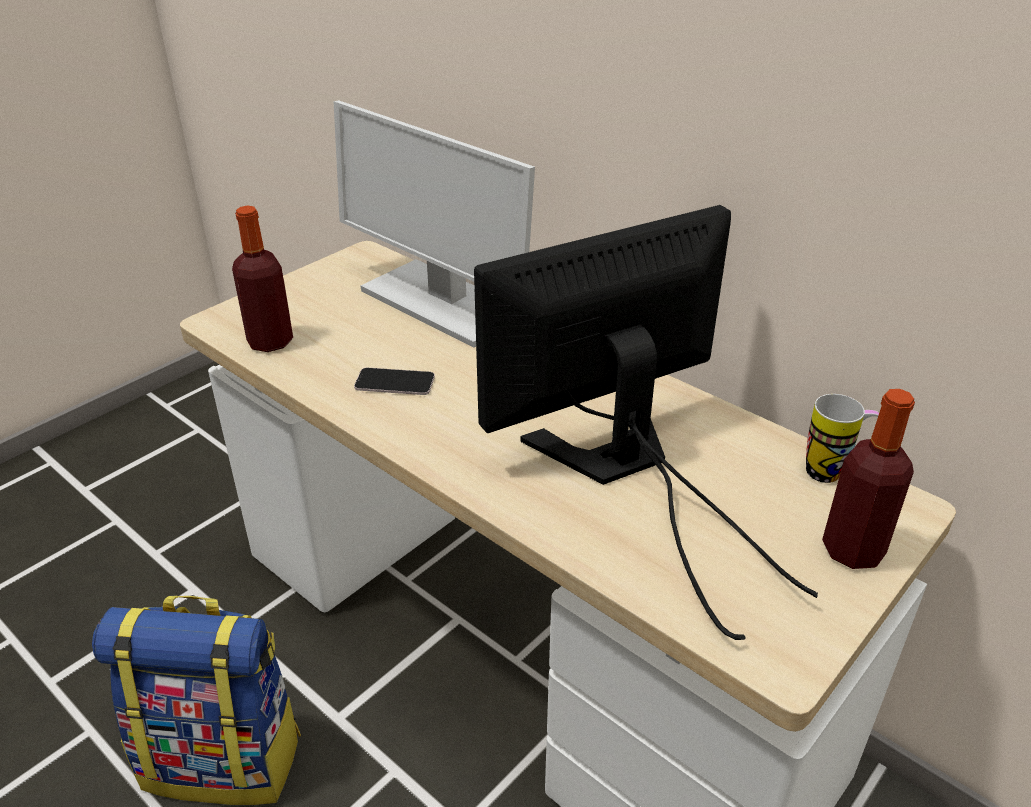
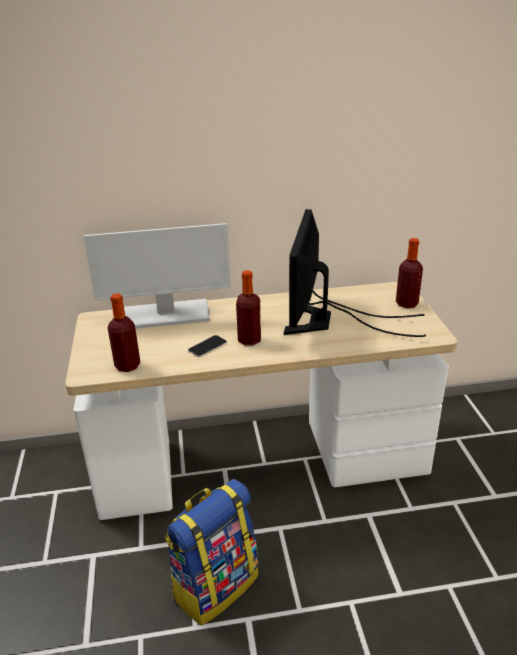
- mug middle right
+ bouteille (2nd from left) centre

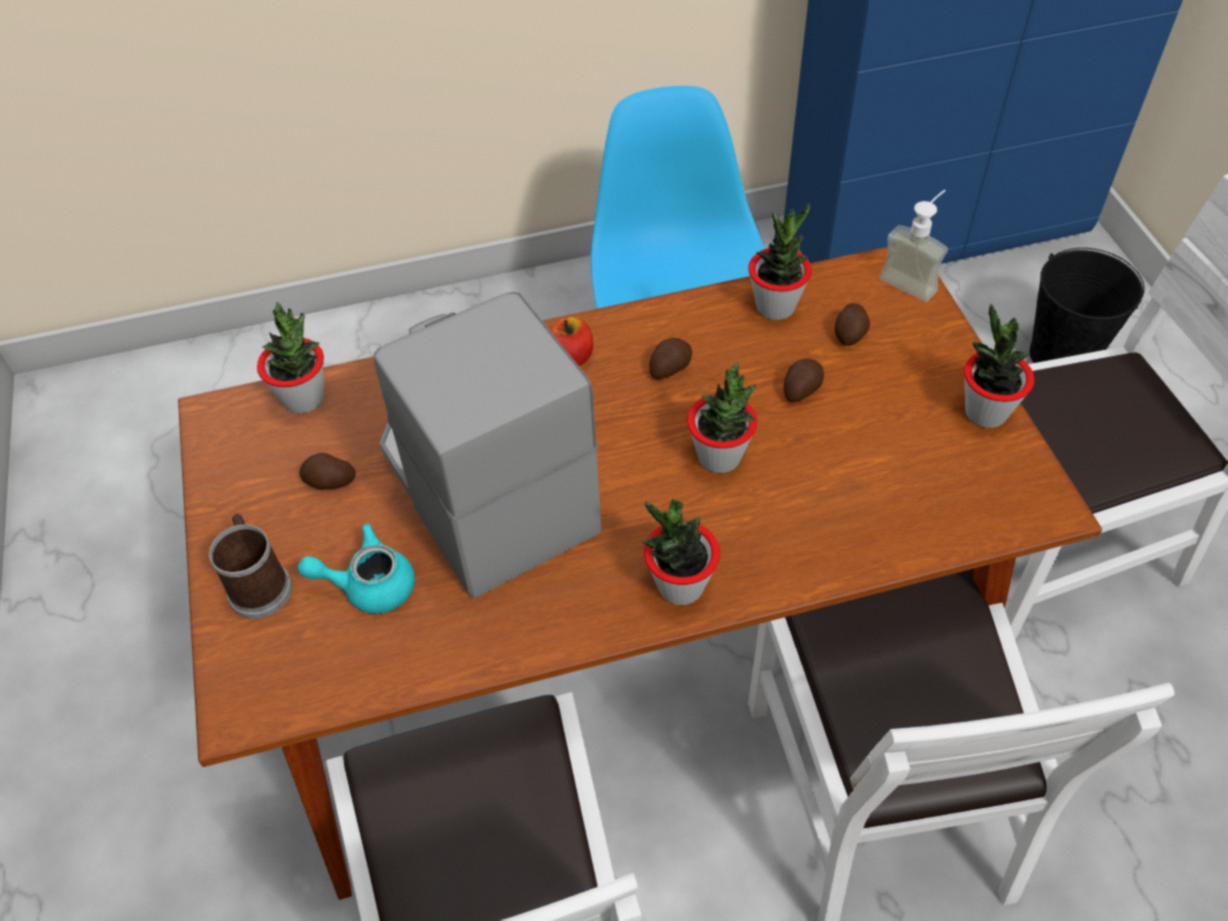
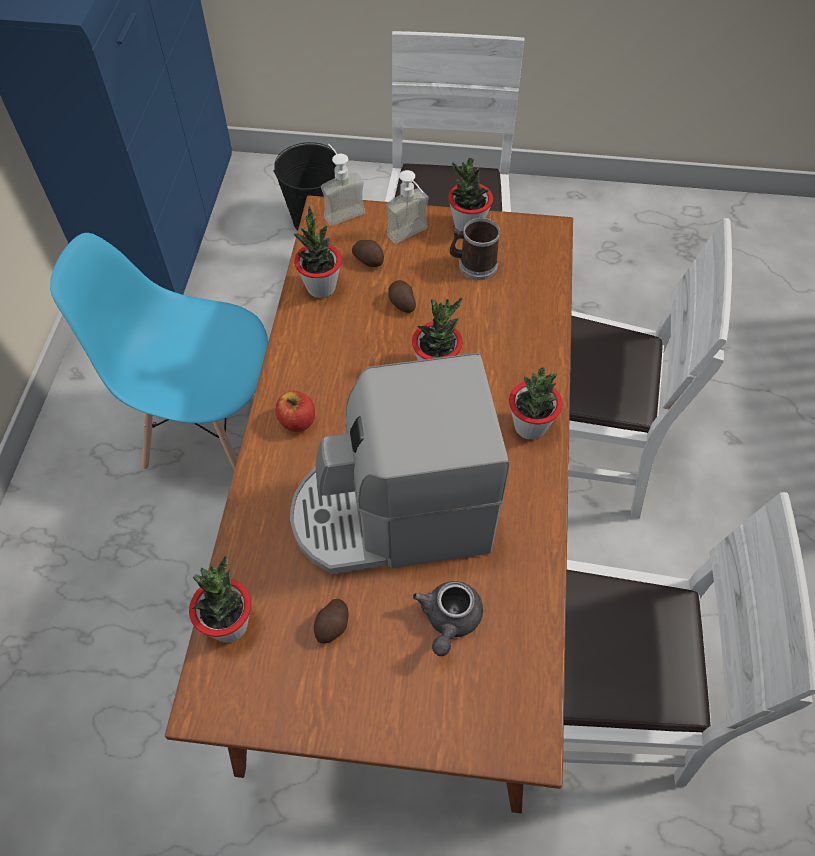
- pomme de terre (2nd from left) centre
+ distributeur de savon (2nd from left) top centre
~ mug middle left to top centre
~ théière [turquoise] middle left to théière [gris] bottom centre

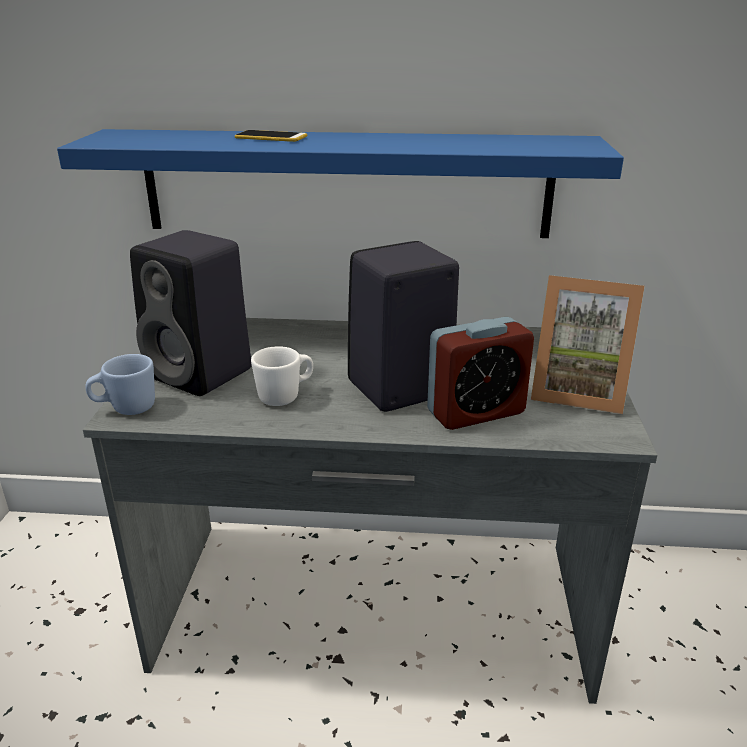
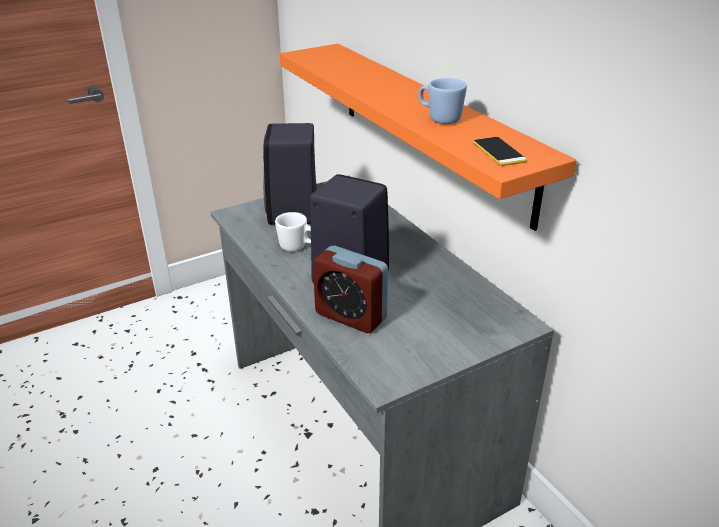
- cadre photo middle right
~ mug [bleu] middle left to top centre
~ téléphone top centre to top right
~ étagère [bleu] top centre to étagère [orange] top centre

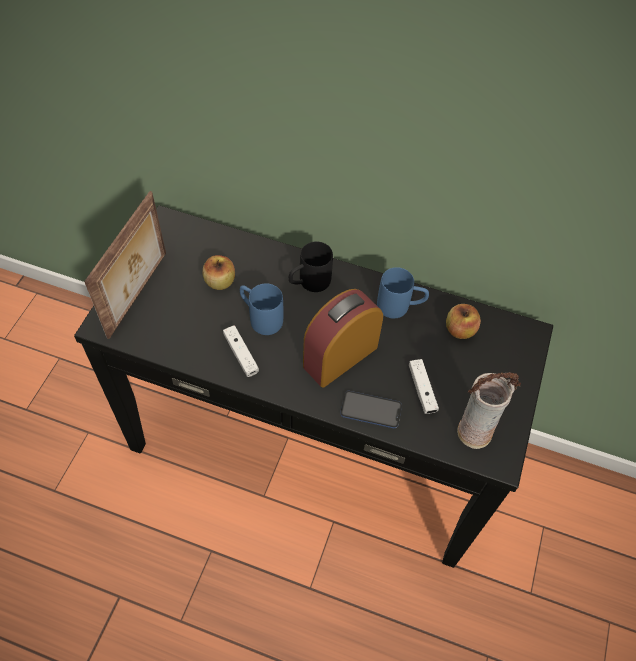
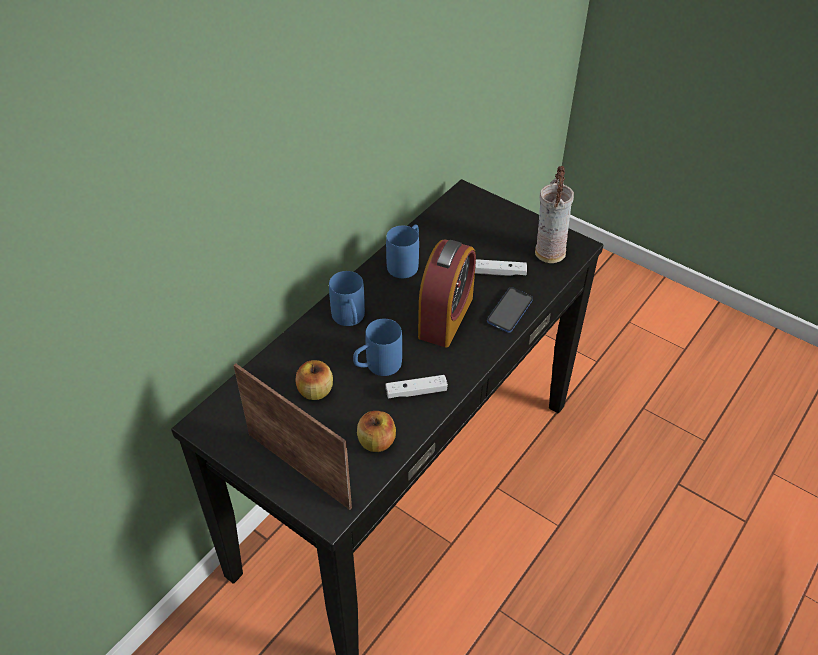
~ pomme (2nd from left) middle right to centre
~ mug [noir] centre to mug [bleu] (1st from left) centre
~ réveil centre = centre 135 degrees counterclockwise

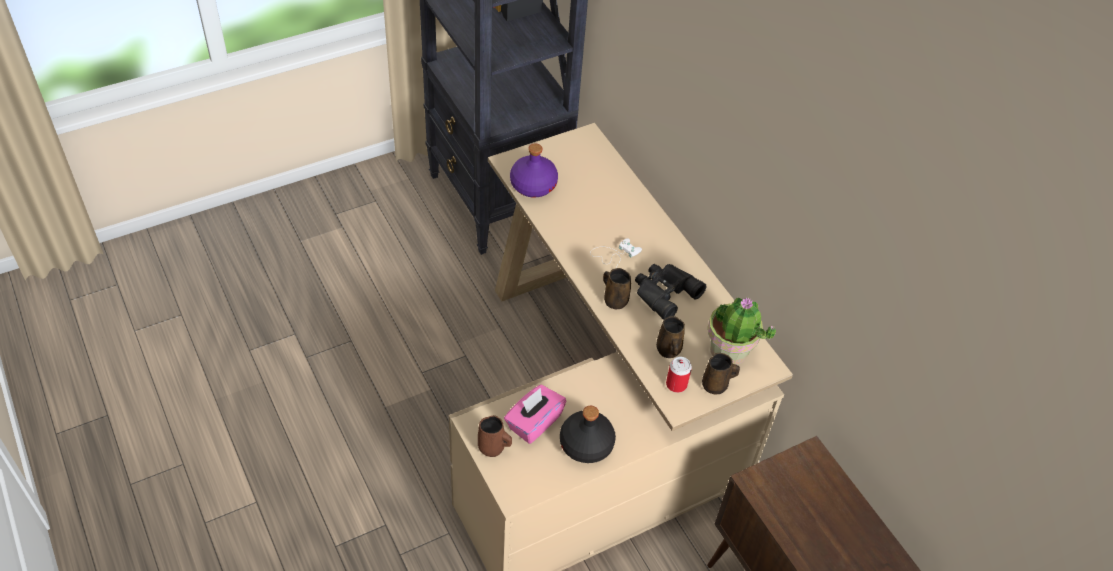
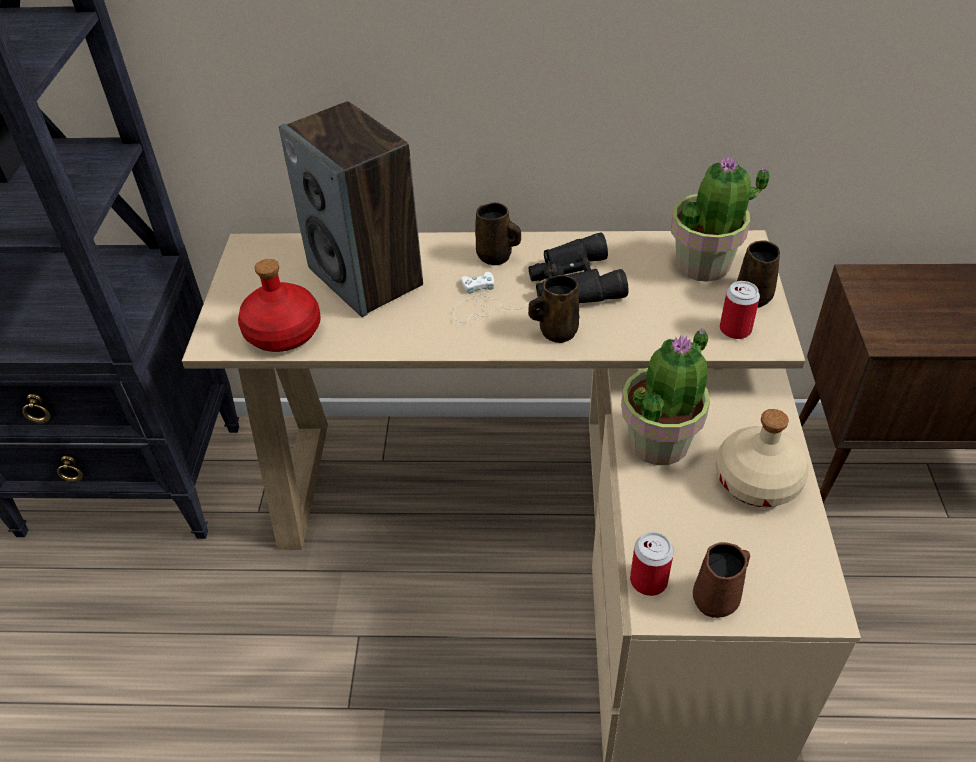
- boîte à mouchoirs [rose] bottom centre
+ enceinte top centre
+ plante en pot (1st from left) middle right
+ boîte métallique (1st from left) bottom right
~ mug [marron] (3rd from left in the first image) centre to mug [marron] (1st from left) top centre
~ bouteille [violet] top centre to bouteille [rouge] middle left
~ bouteille [noir] bottom centre to bouteille [beige] middle right

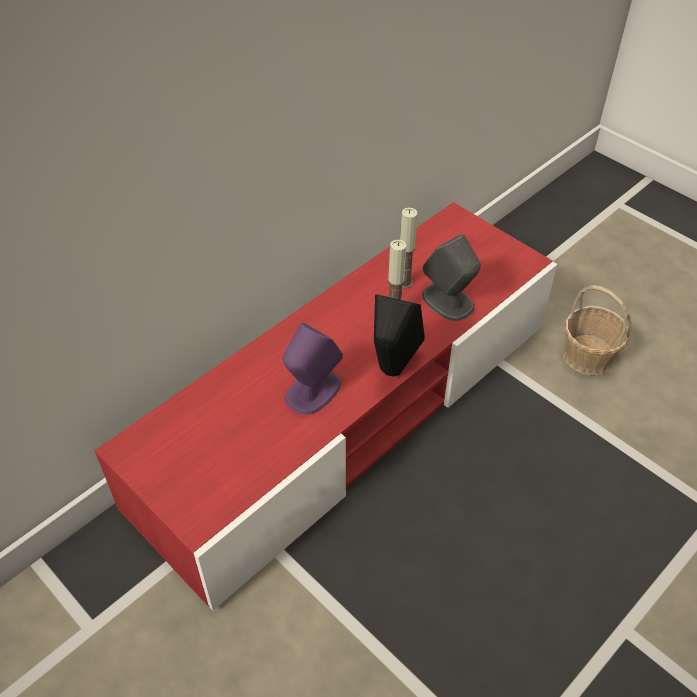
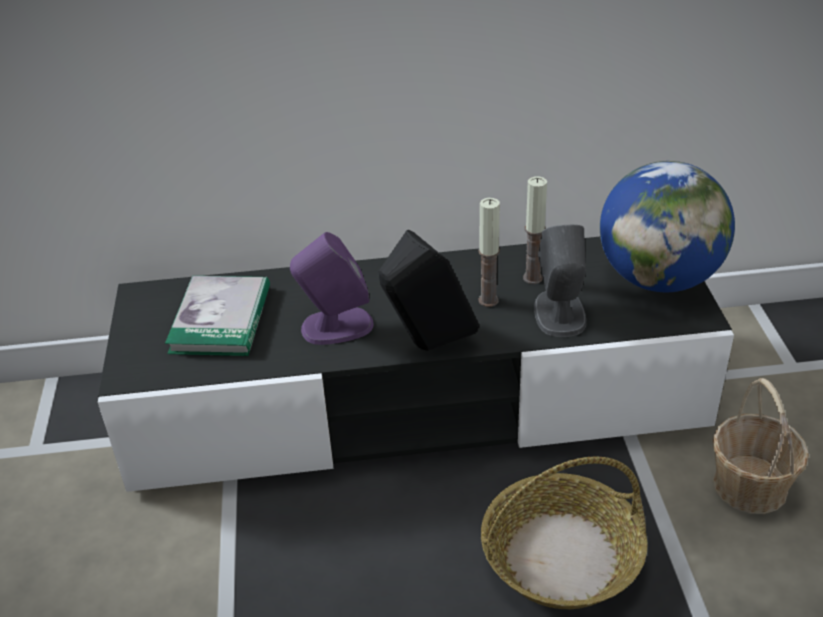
+ livre middle left
+ panier (1st from left) bottom right
+ globe middle right
~ meuble télé [rouge] centre to meuble télé [noir] centre

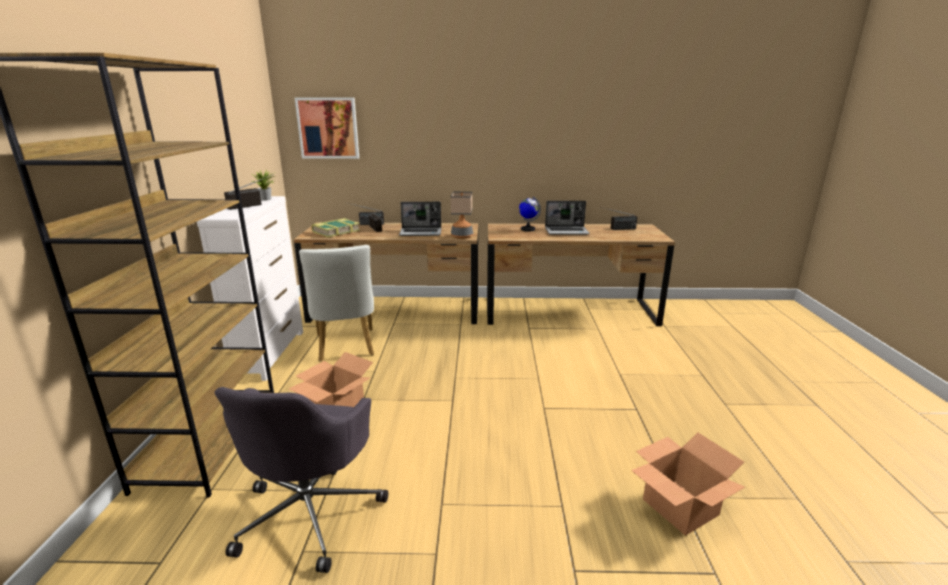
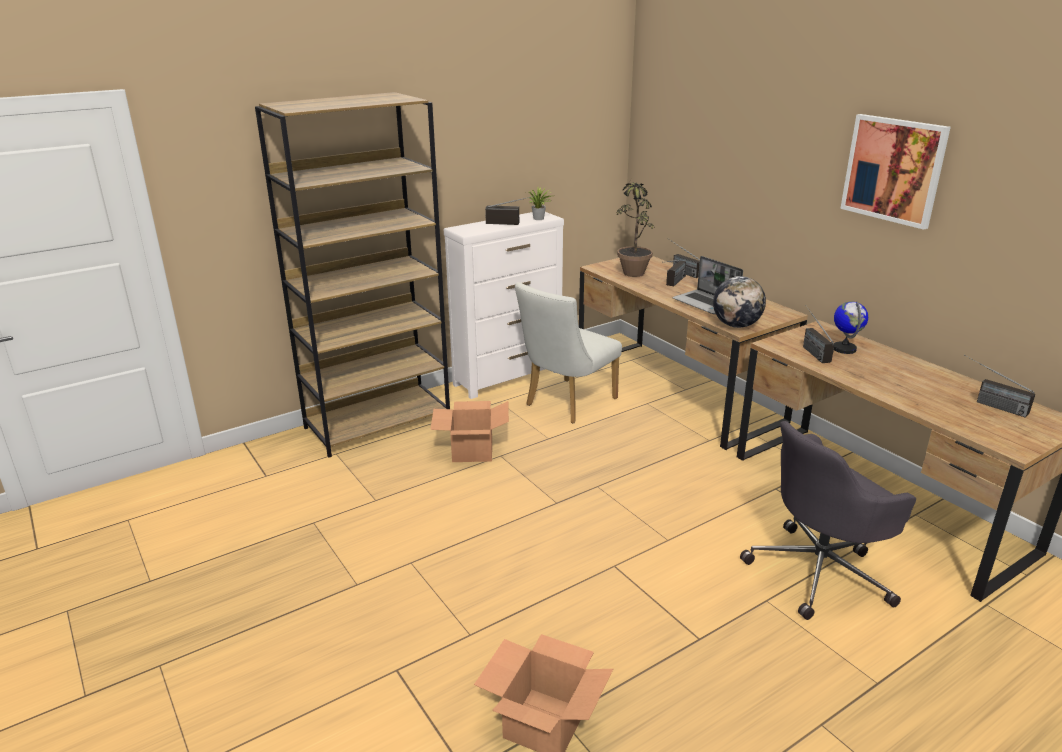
- ordinateur portable (2nd from left) centre
+ radio (4th from left) middle right
~ chaise de bureau [gris] bottom left to bottom right
~ tableau top centre to top right
~ livre centre to plante en pot (2nd from left) top centre
~ lampe de table centre to globe (1st from left) middle right

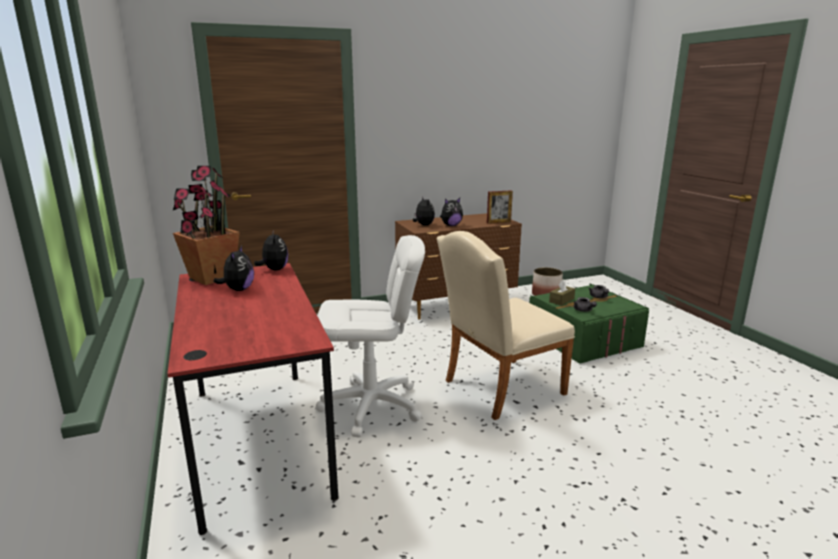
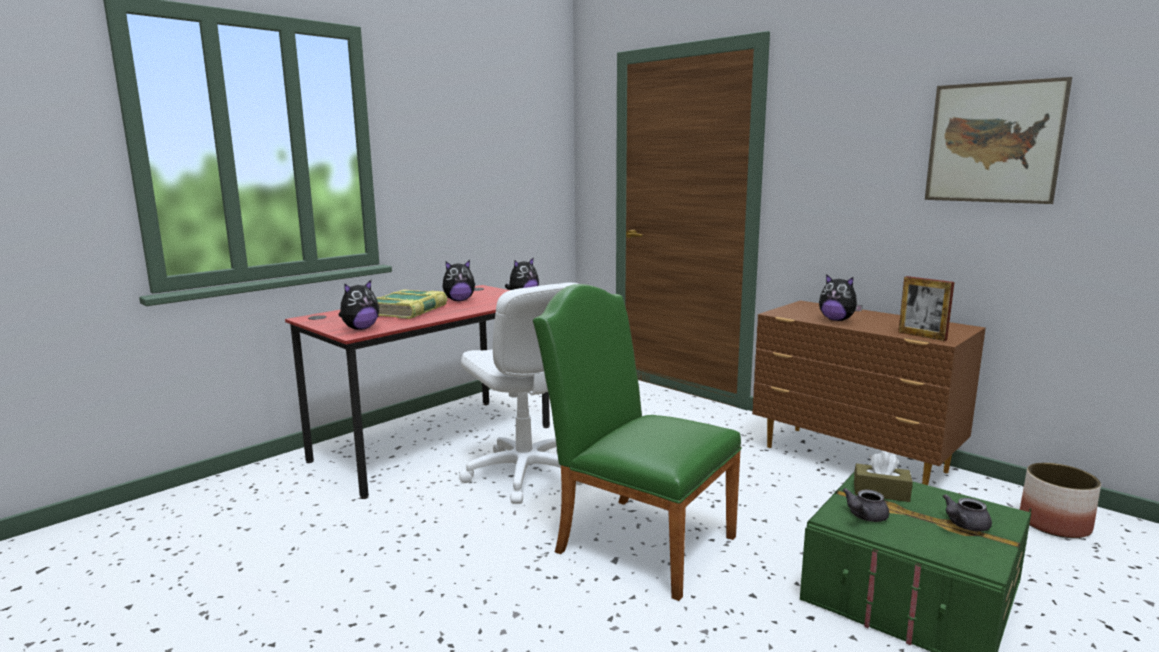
- plante en pot middle left
+ livre centre
+ tableau top right
~ peluche (3rd from left in the first image) centre to peluche (1st from left) middle left
~ chaise [beige] centre to chaise [vert] bottom centre

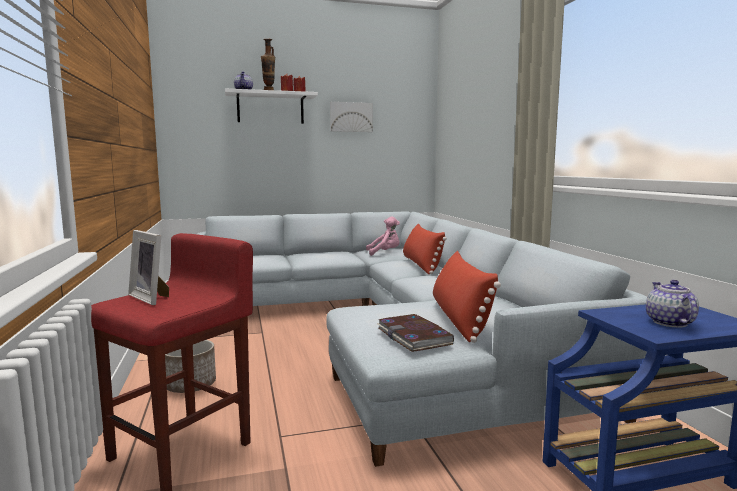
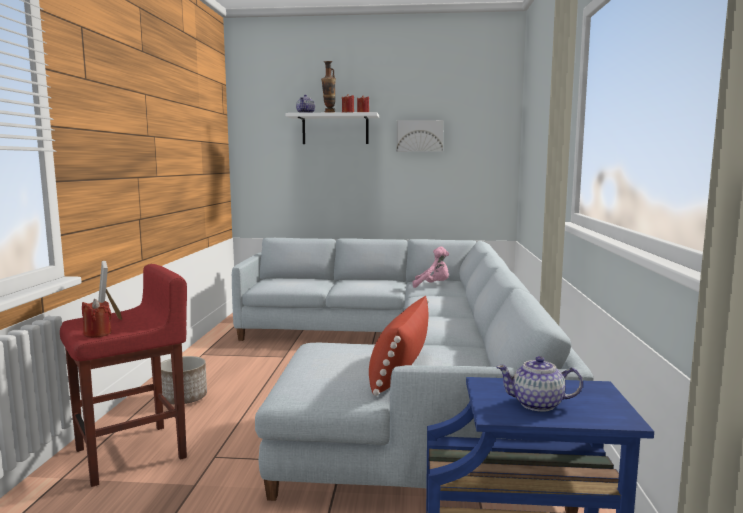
- livre bottom centre
- coussin [rouge] (1st from left) centre
+ bougie [rouge] (1st from left) middle left
~ théière (2nd from left) middle right = bottom right 105 degrees counterclockwise

